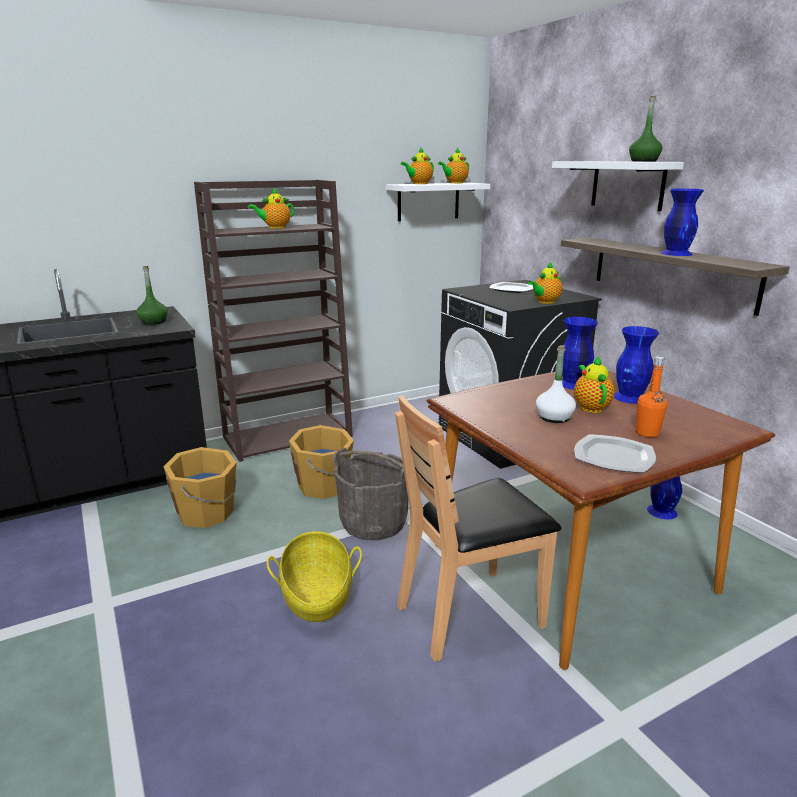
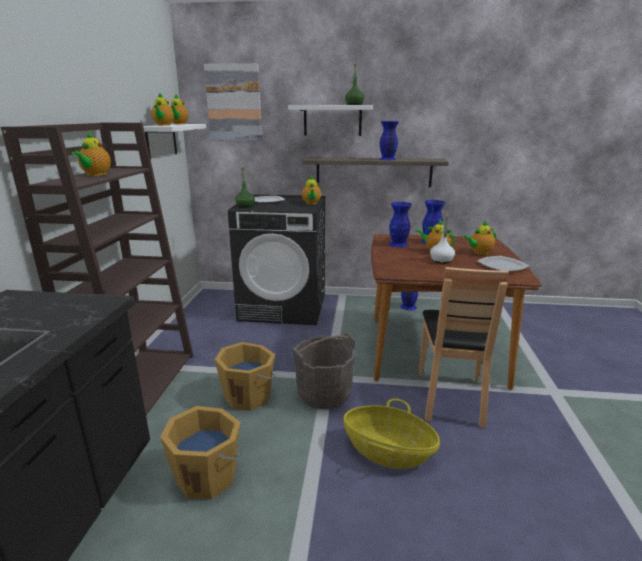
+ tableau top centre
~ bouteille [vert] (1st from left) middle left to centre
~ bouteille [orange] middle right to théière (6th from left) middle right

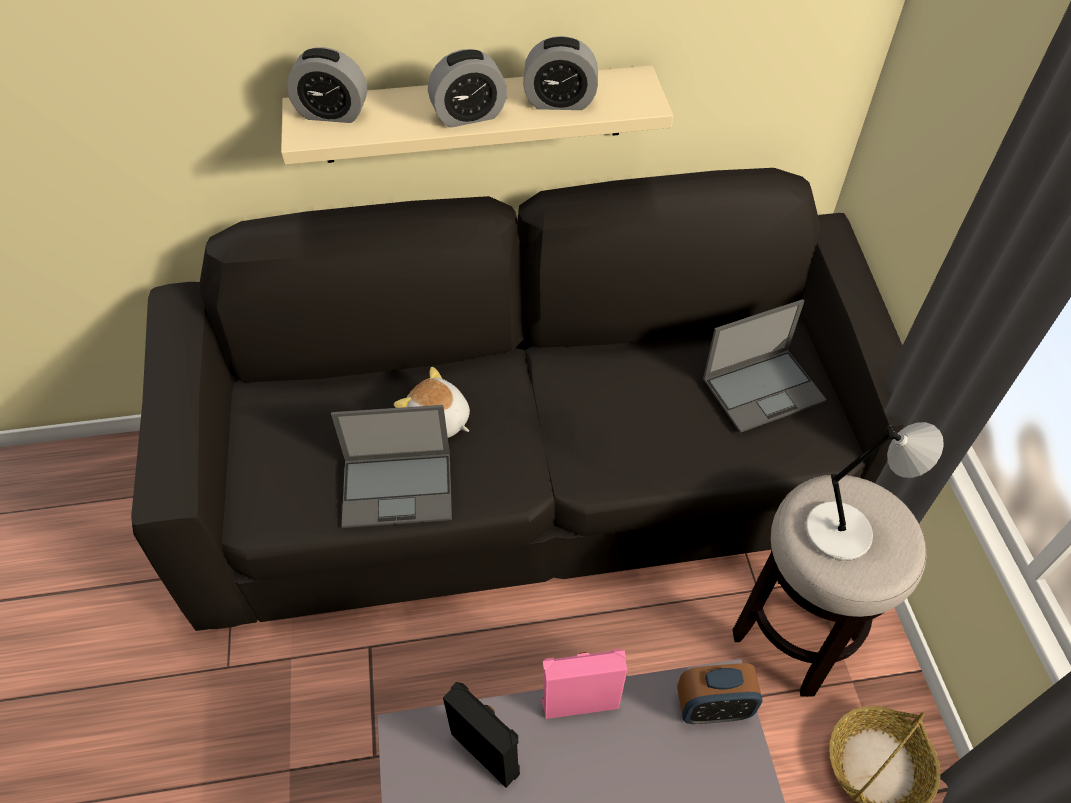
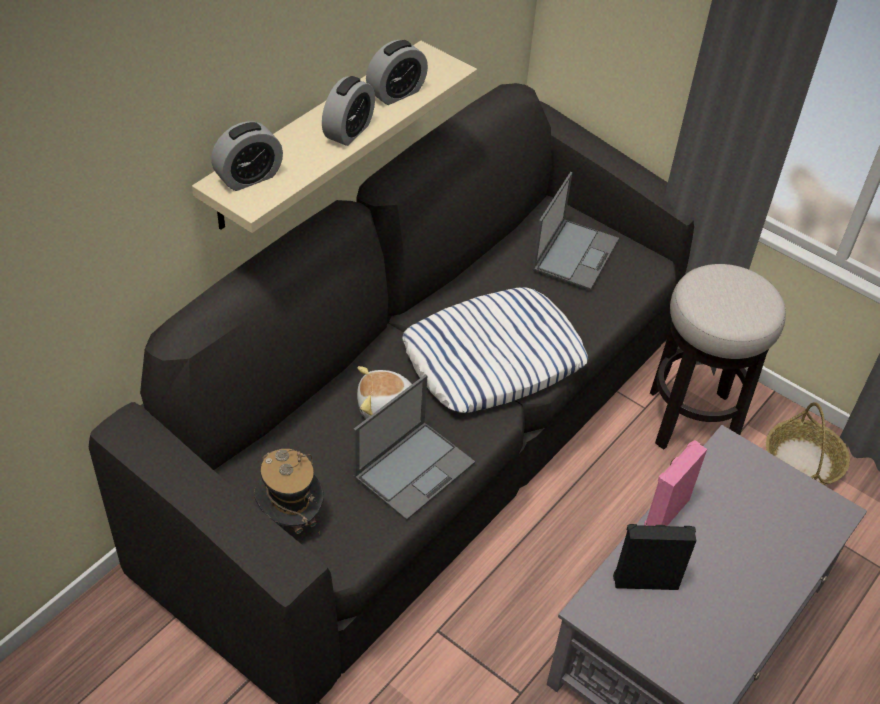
- réveil (4th from left) bottom right
- lampe de table [gris] middle right
+ chapeau bottom left
+ coussin centre

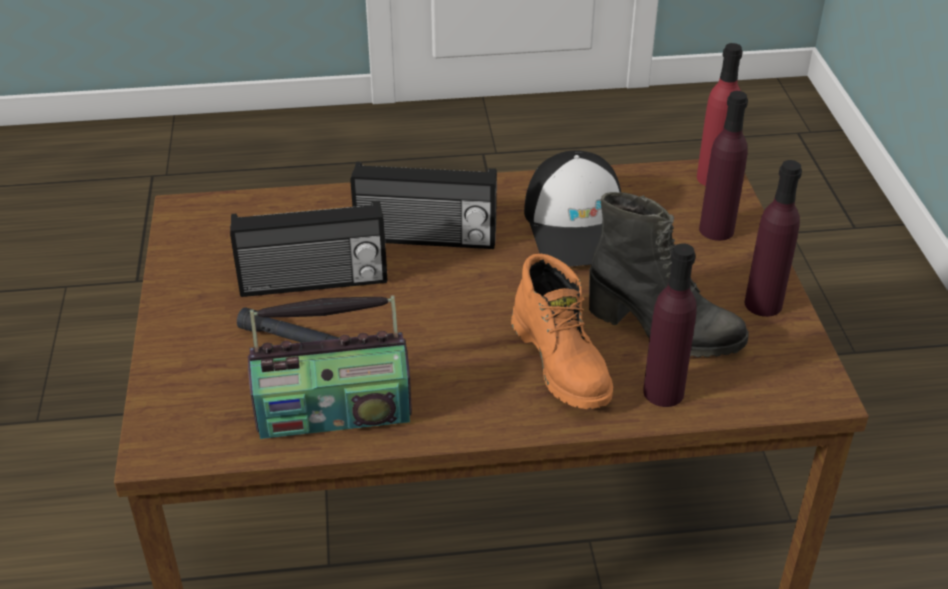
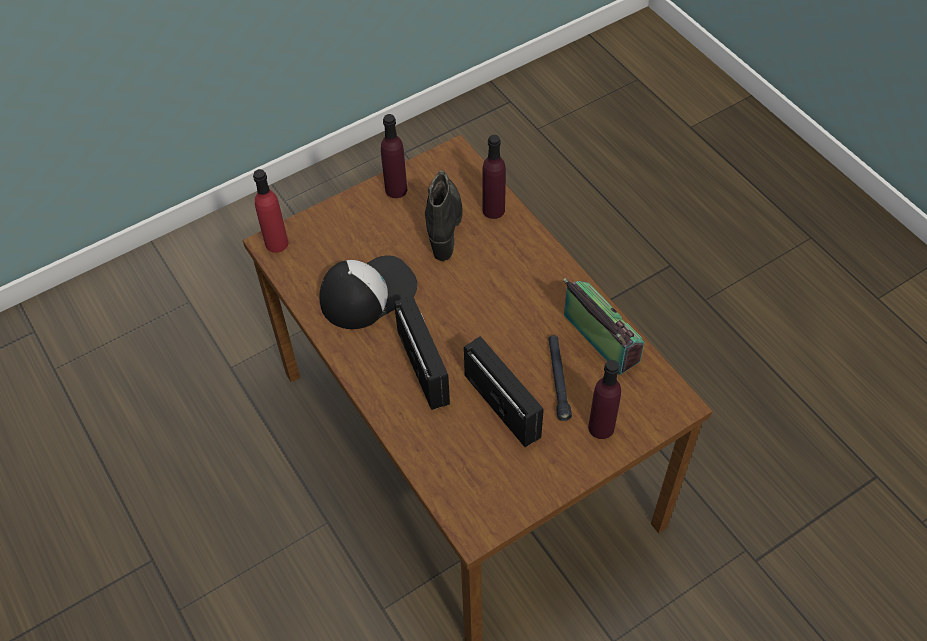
- botte [orange] centre
~ bouteille [violet] (2nd from left in the first image) top right to bouteille [violet] (3rd from left) centre

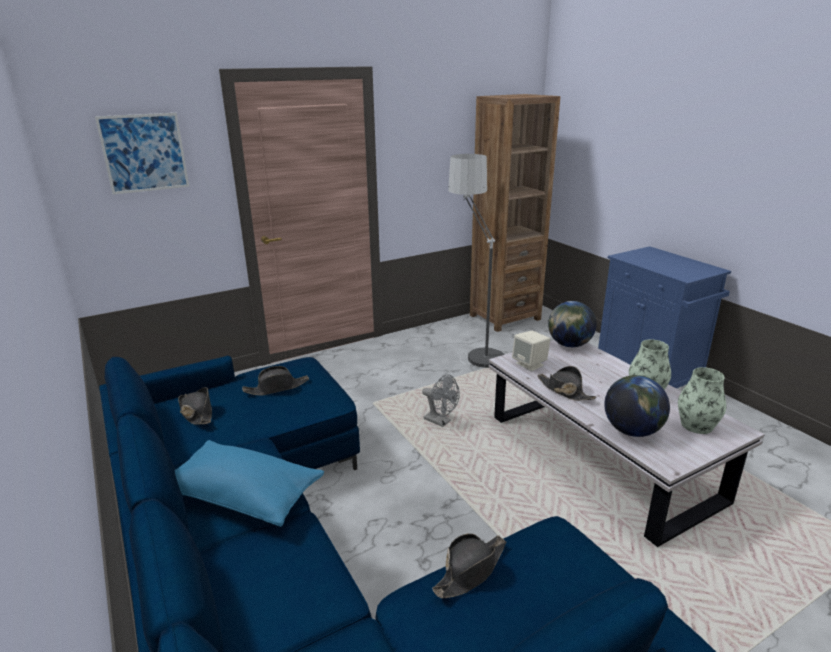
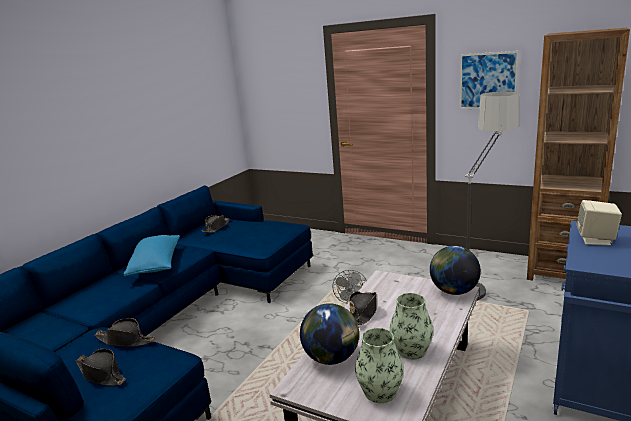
~ tableau top left to top right
~ chapeau [noir] (2nd from left in the first image) middle left to chapeau [noir] (1st from left) bottom left
~ enceinte [beige] centre to middle right

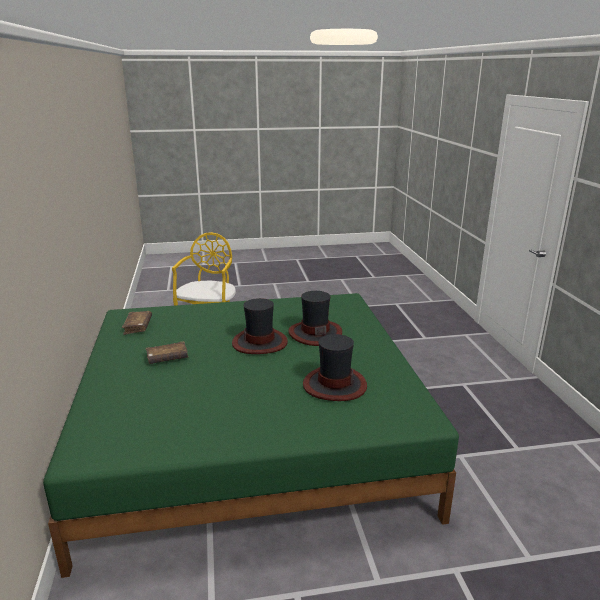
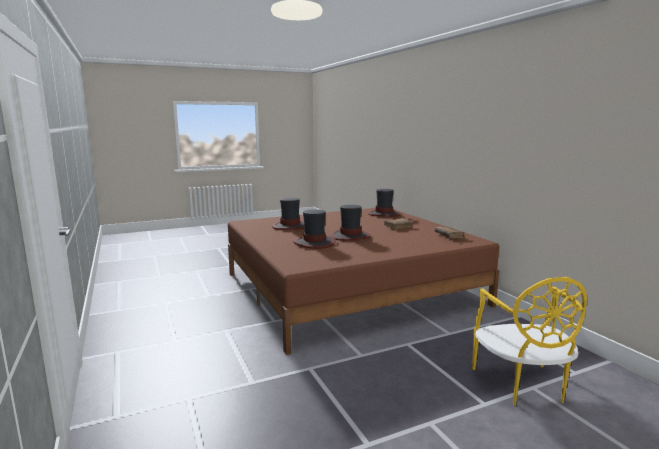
+ chapeau (4th from left) centre
~ lit [vert] bottom centre to lit [marron] centre

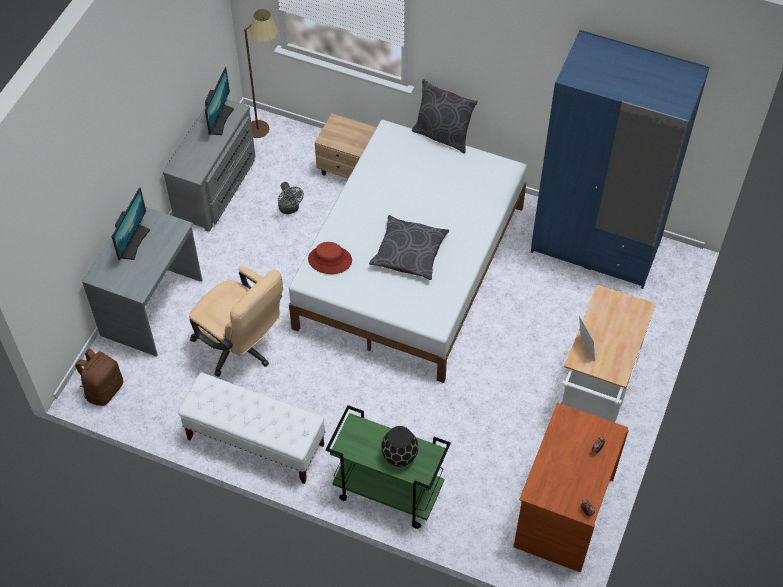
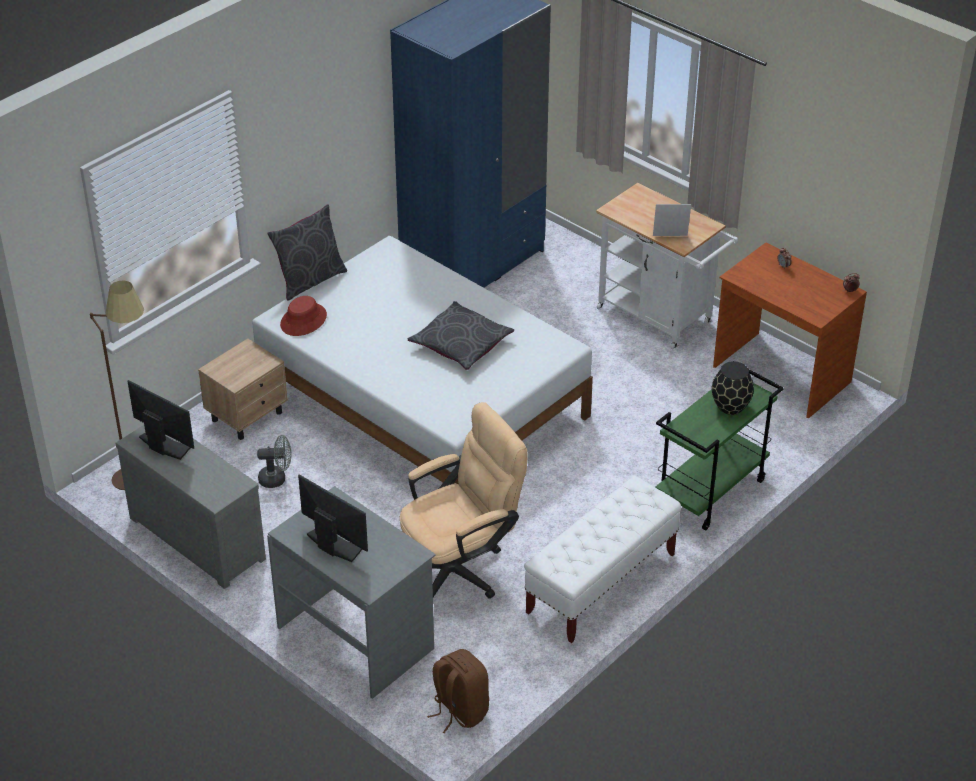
~ chapeau [rouge] centre to middle left

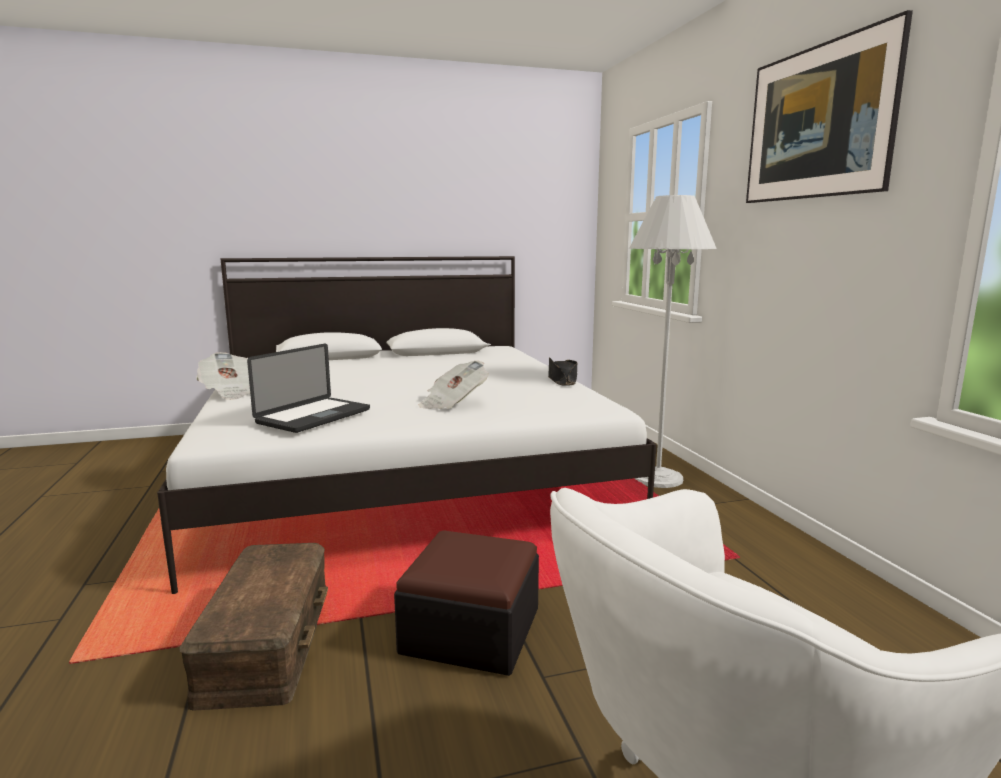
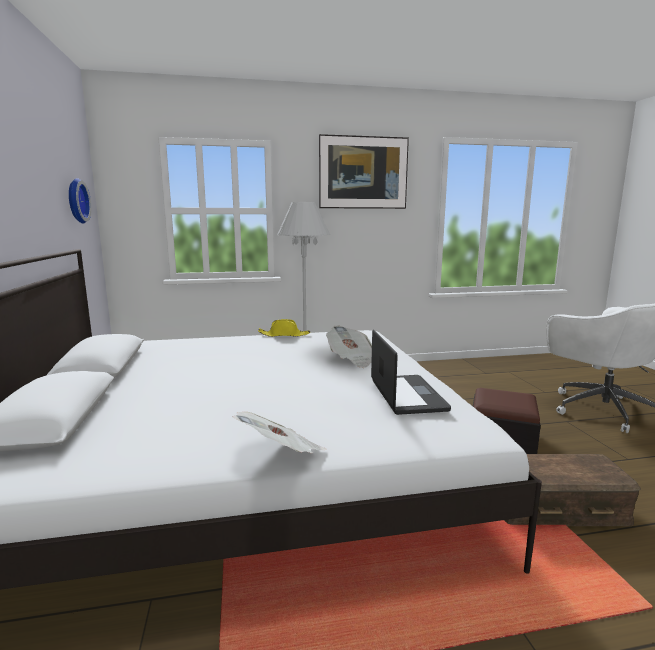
+ horloge murale top left
~ chapeau [noir] centre to chapeau [jaune] centre
~ ordinateur portable middle left = centre 45 degrees clockwise

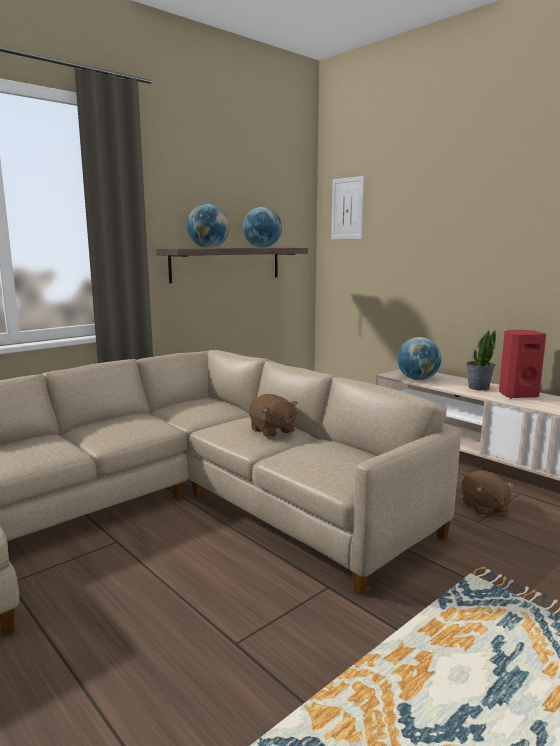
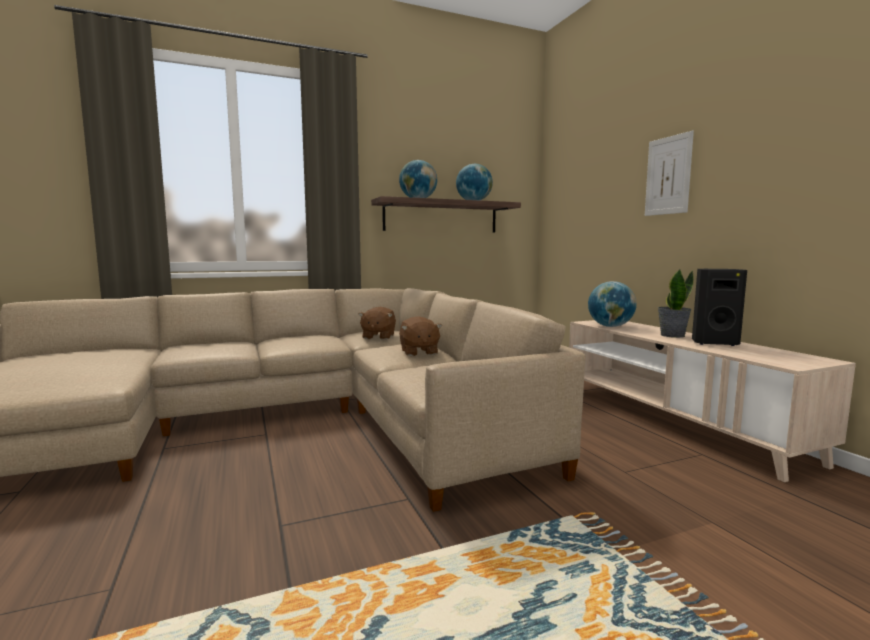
~ tableau top centre to top right
~ peluche [marron] (2nd from left in the first image) middle right to peluche [marron] (1st from left) centre
~ enceinte [rouge] middle right to enceinte [noir] middle right

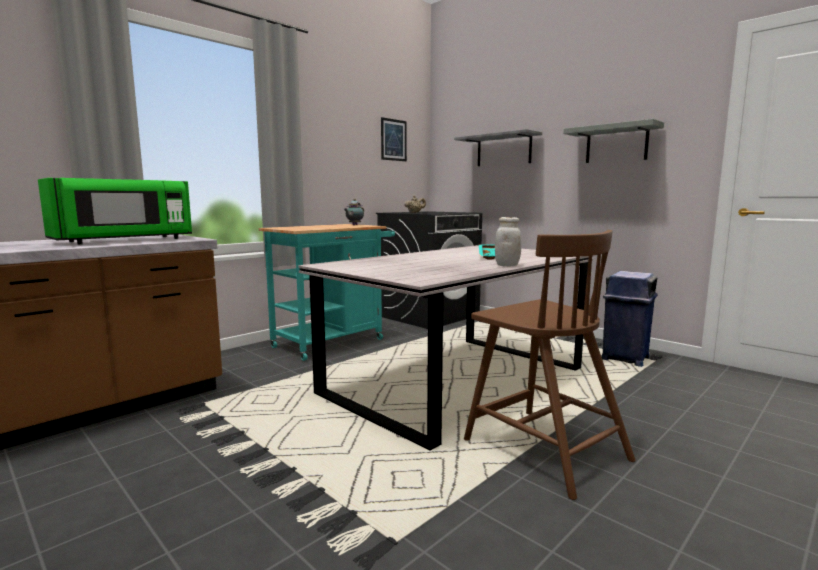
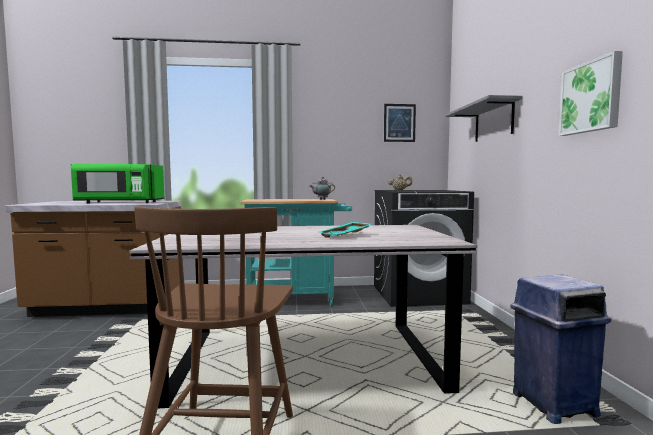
- bocal [blanc] centre
~ étagère [gris] (2nd from left) top right to tableau (2nd from left) top right

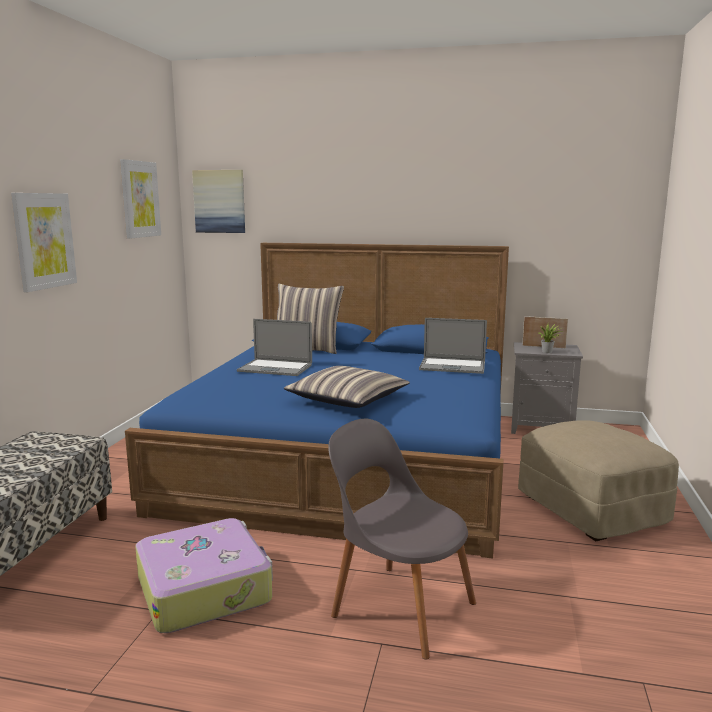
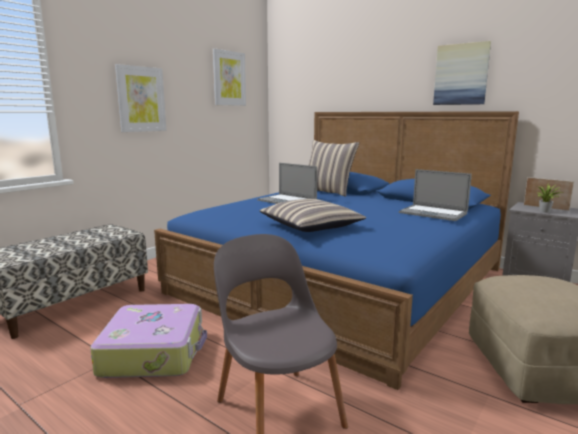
~ tableau (3rd from left) top left to top right

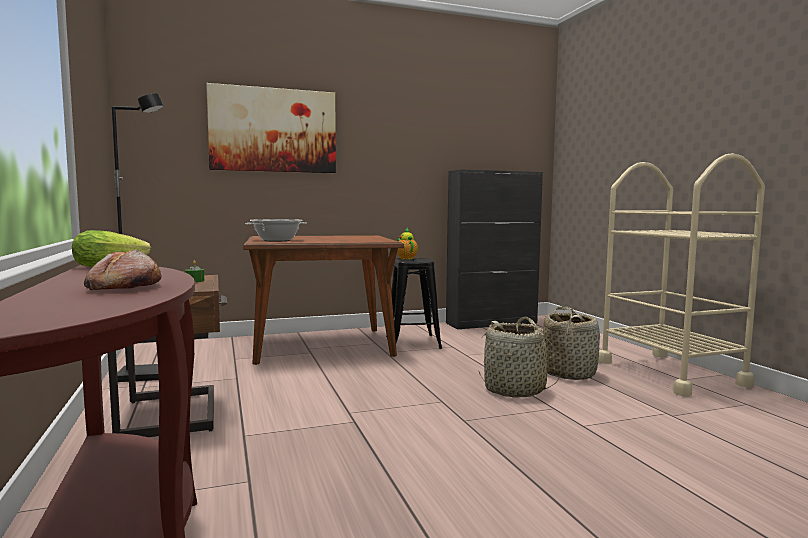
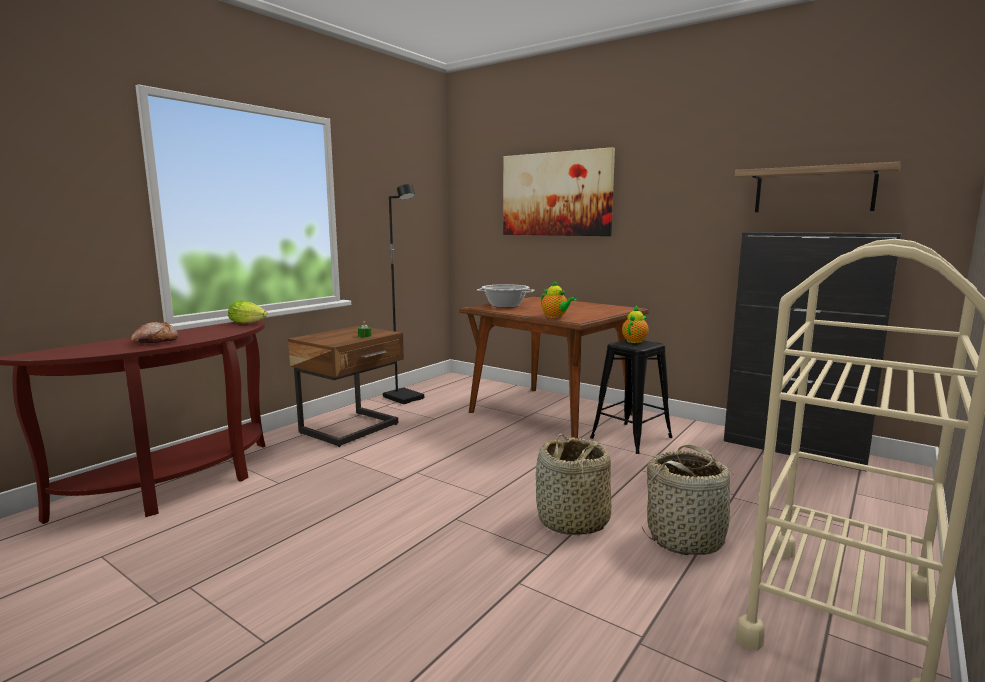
+ théière (1st from left) centre
+ étagère top right

